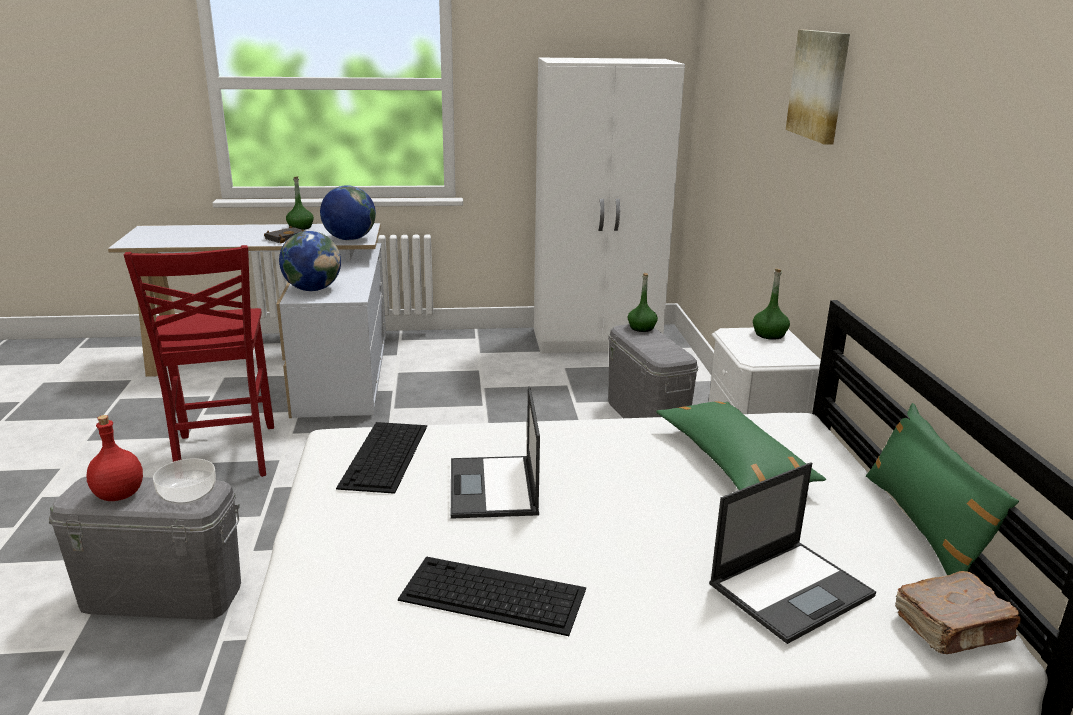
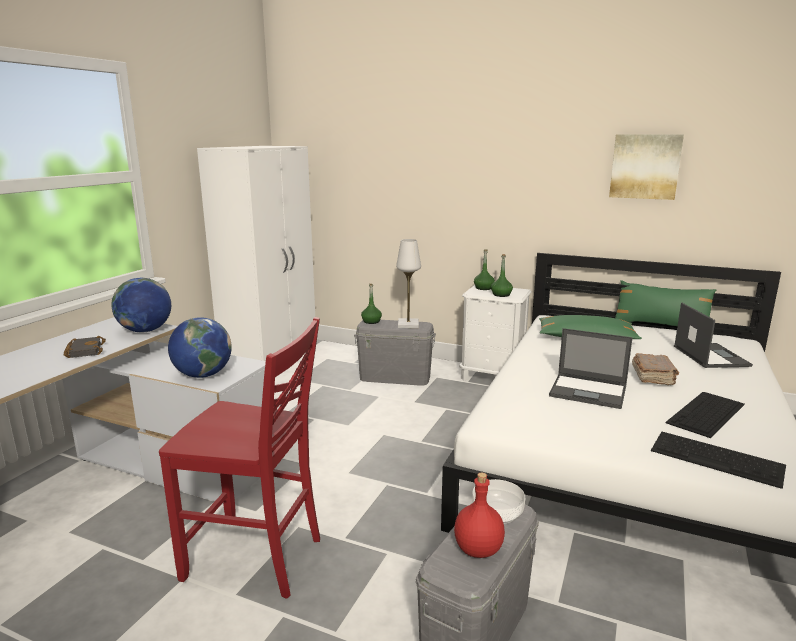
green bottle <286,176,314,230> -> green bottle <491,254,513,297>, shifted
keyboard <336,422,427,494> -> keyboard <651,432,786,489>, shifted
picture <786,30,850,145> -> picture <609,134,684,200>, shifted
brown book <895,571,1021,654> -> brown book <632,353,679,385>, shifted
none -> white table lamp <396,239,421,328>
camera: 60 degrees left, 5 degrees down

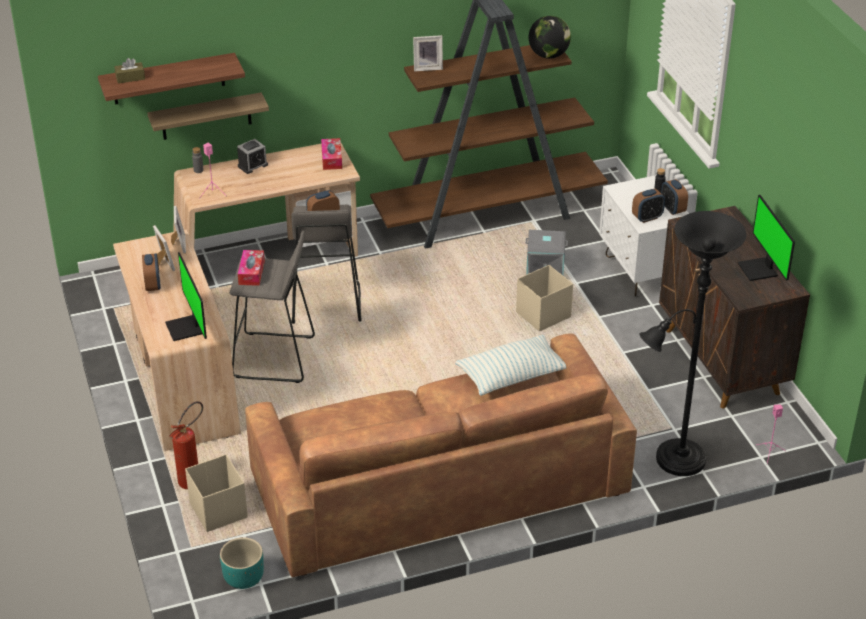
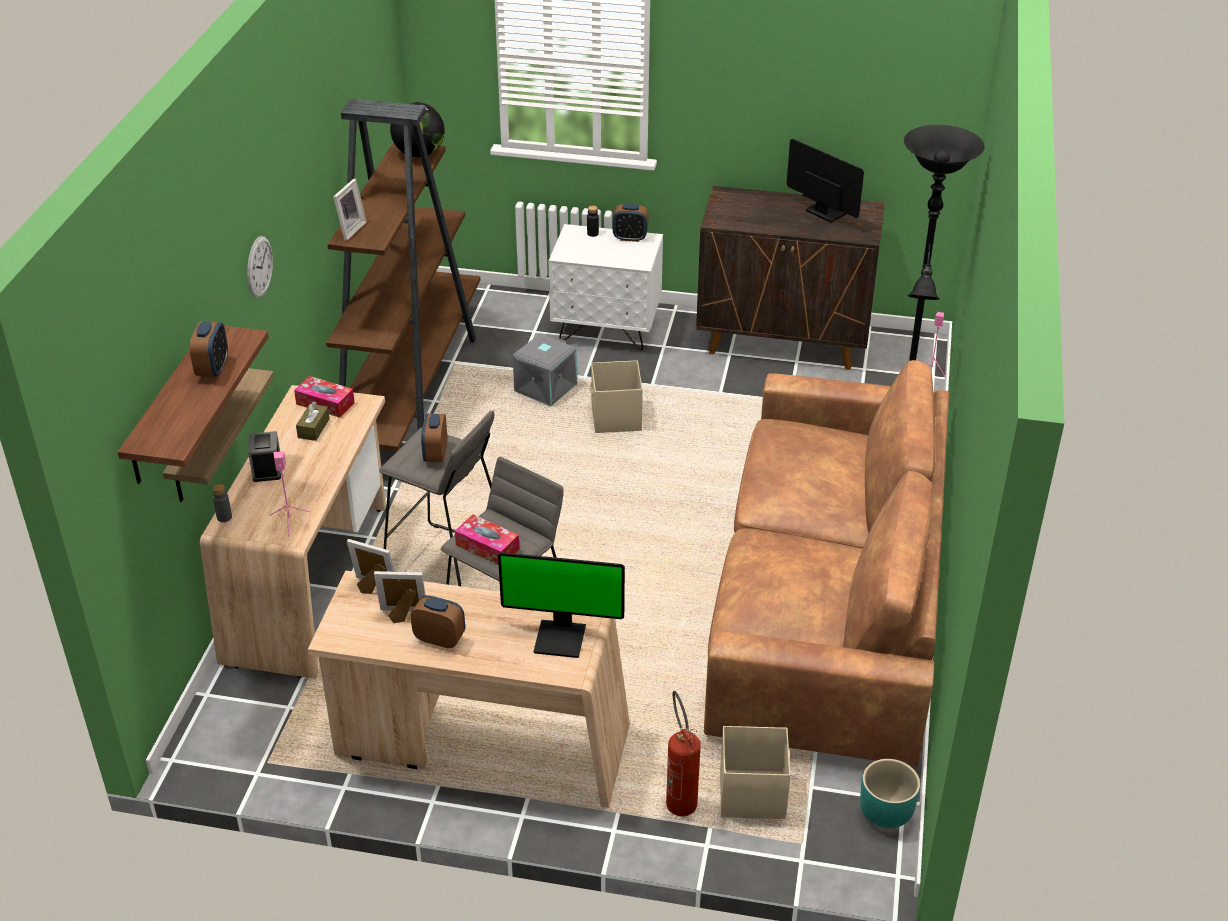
brown tissue box <114,58,145,84> -> brown tissue box <296,402,329,441>, shifted
pillow <455,335,566,396> -> none
alarm clock <632,189,665,223> -> alarm clock <190,321,228,377>, shifted
monitor <738,195,795,281> -> monitor <787,139,864,223>, 150 degrees counterclockwise
none -> wall clock <247,236,273,298>
camera: 60 degrees left, 0 degrees up

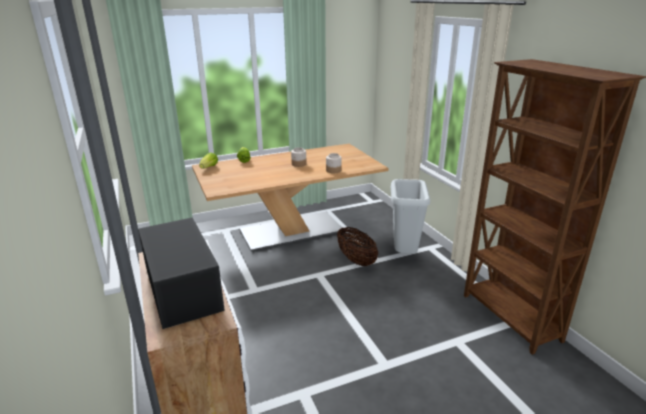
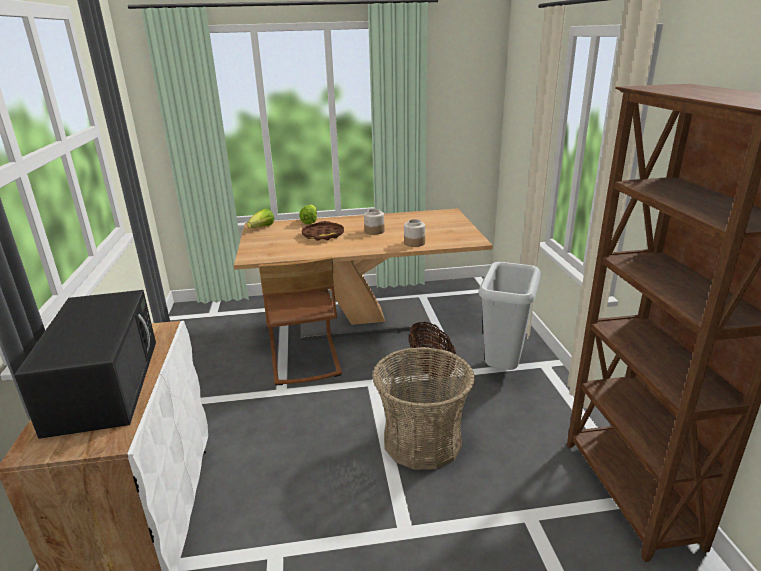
none -> brown chair <259,257,342,385>
none -> brown tray <302,221,344,241>
none -> basket <372,347,475,470>
camera: 15 degrees right, 0 degrees up

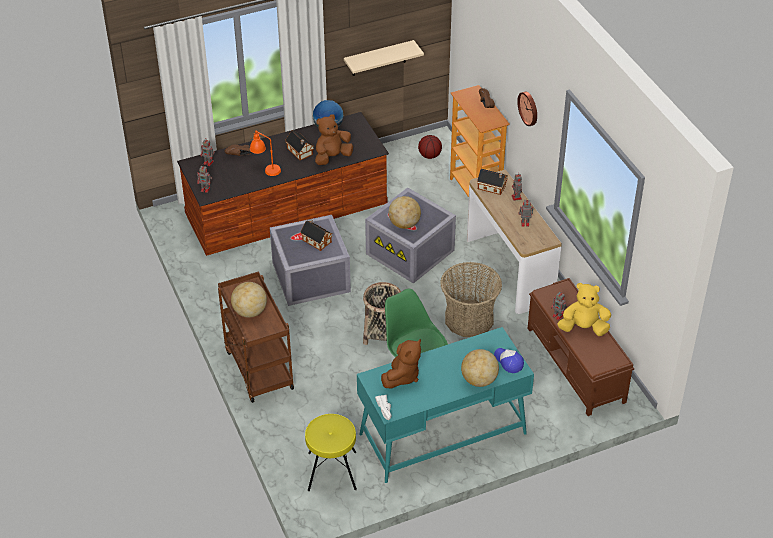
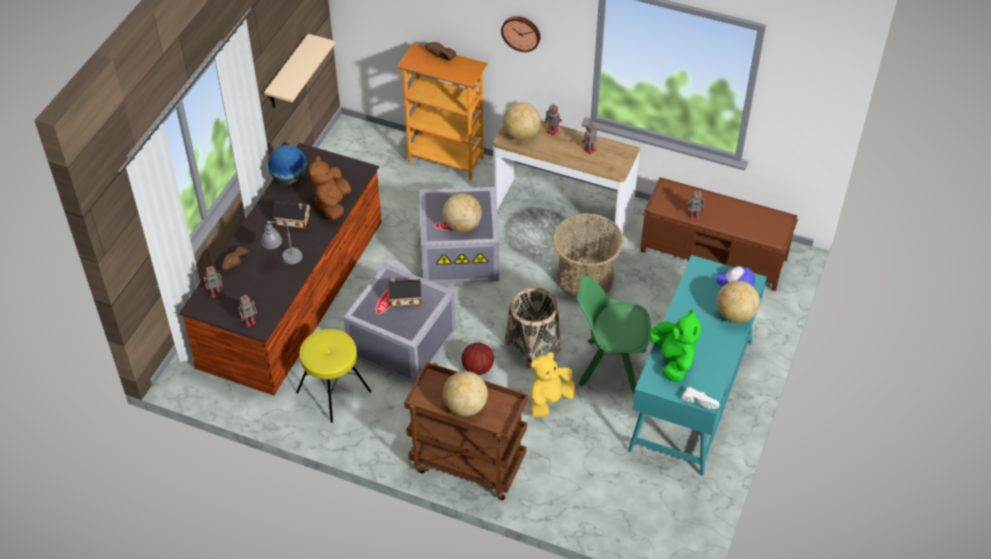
orange table lamp <250,131,281,176> -> grey table lamp <261,221,303,264>
yellow stool <305,414,357,491> -> yellow stool <296,329,371,423>, shifted
brown plush toy <381,339,421,389> -> green plush toy <649,309,701,382>
basketball <418,135,442,159> -> basketball <461,342,494,375>, shifted
toy house <477,169,508,195> -> globe <502,102,541,141>
yellow plush toy <557,283,611,336> -> yellow plush toy <530,352,576,418>, shifted
camera: 45 degrees left, 5 degrees up

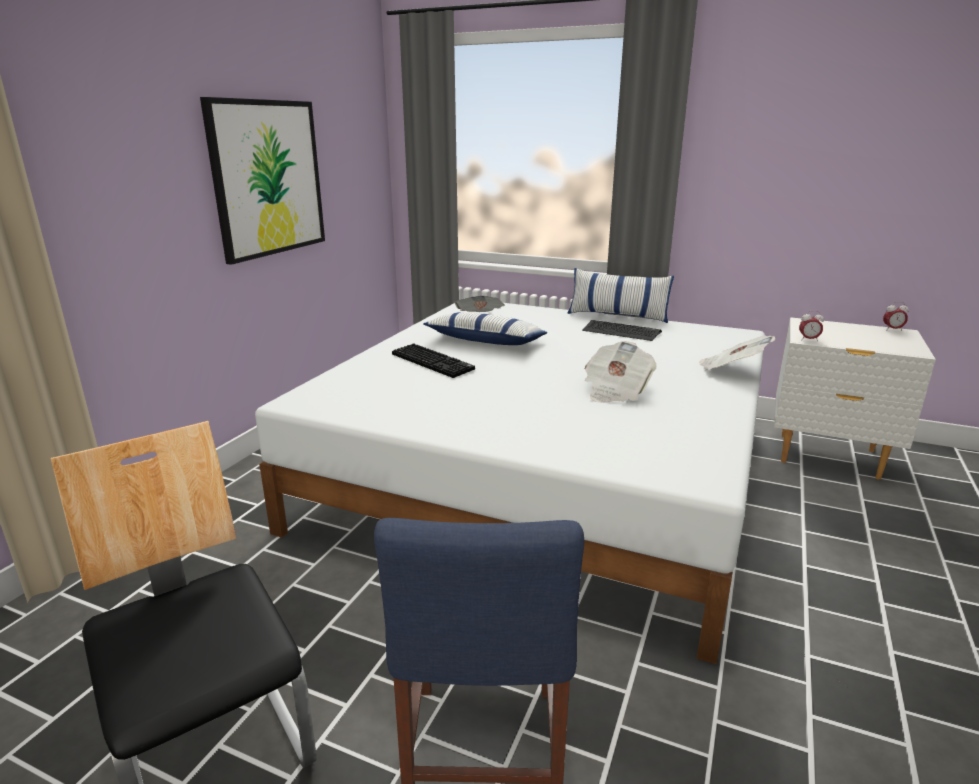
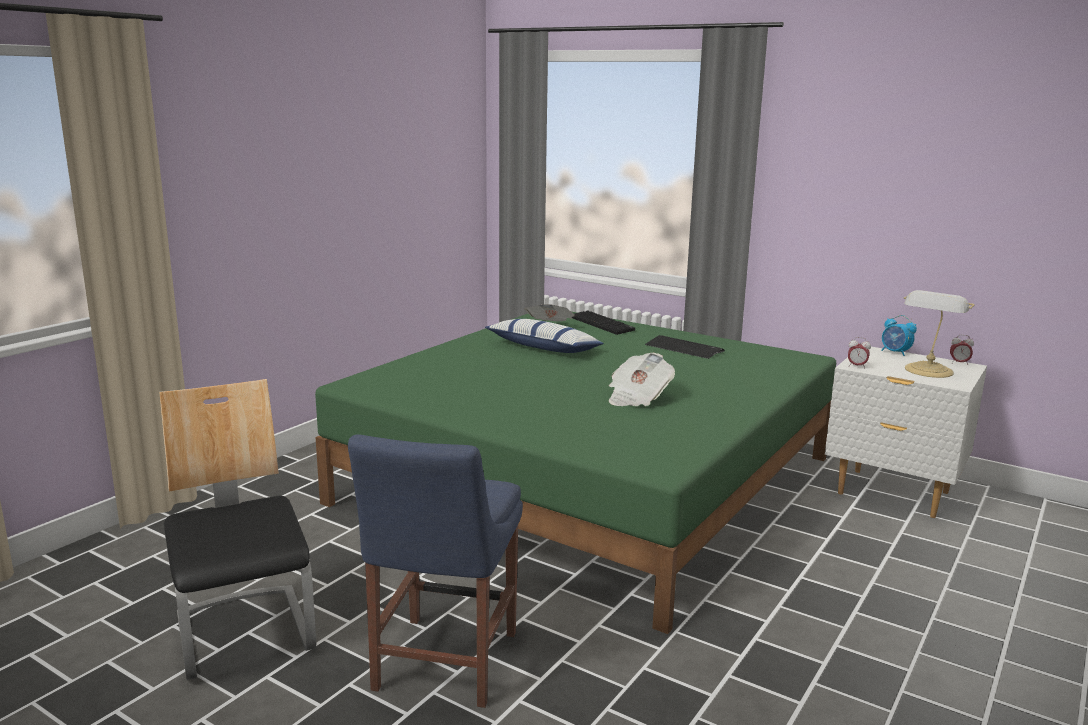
picture <200,97,325,265> -> none
white bed <255,303,765,664> -> green bed <315,312,836,634>
keyboard <392,343,475,378> -> keyboard <572,311,635,335>, shifted
pillow <567,268,674,323> -> none
newspaper <699,335,775,370> -> none
none -> alarm clock <881,315,917,356>
none -> table lamp <904,290,975,378>
camera: 10 degrees right, 5 degrees down

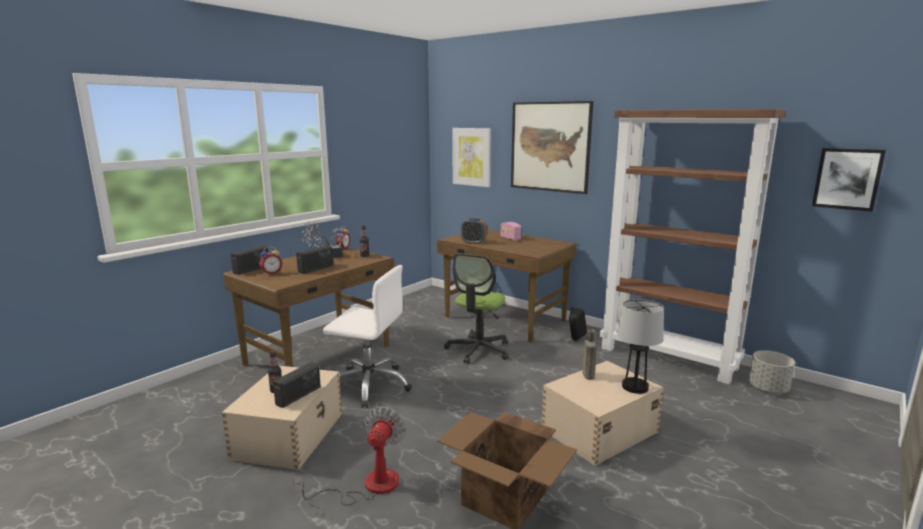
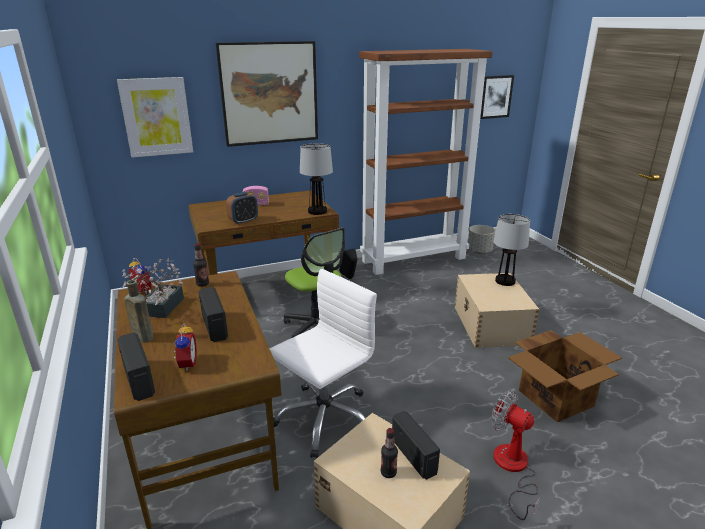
brown bottle <582,329,597,380> -> brown bottle <124,280,154,343>, shifted
none -> table lamp <300,143,333,215>
camera: 60 degrees left, 10 degrees up

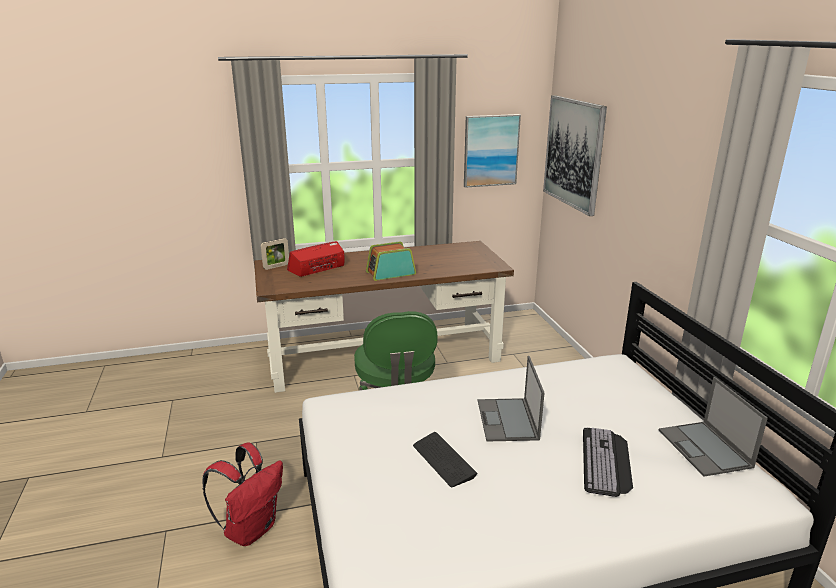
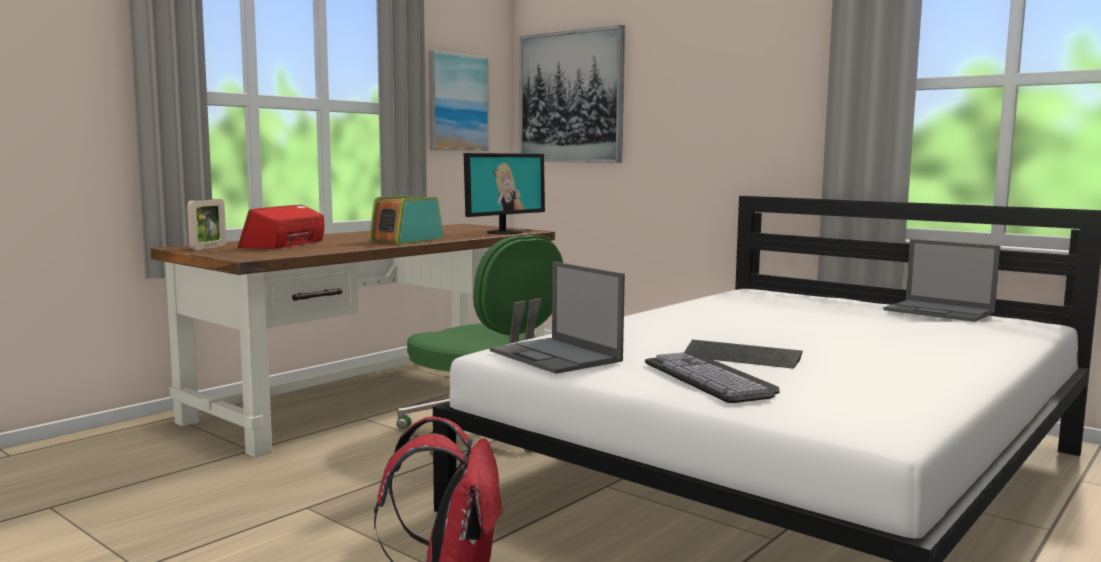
laptop <478,356,545,442> -> laptop <490,262,625,374>, shifted
keyboard <583,428,633,497> -> keyboard <645,352,780,403>, shifted
none -> monitor <464,153,545,234>
camera: 35 degrees left, 15 degrees down

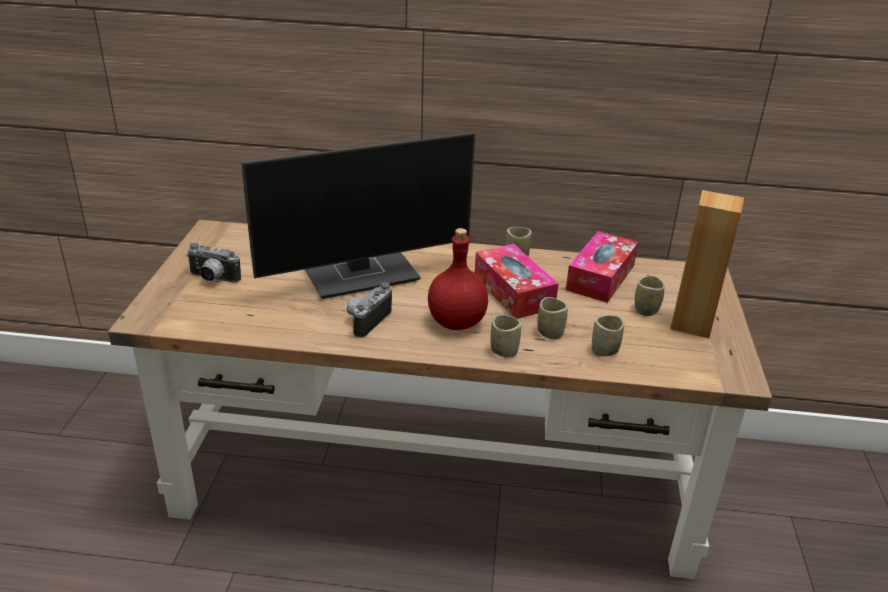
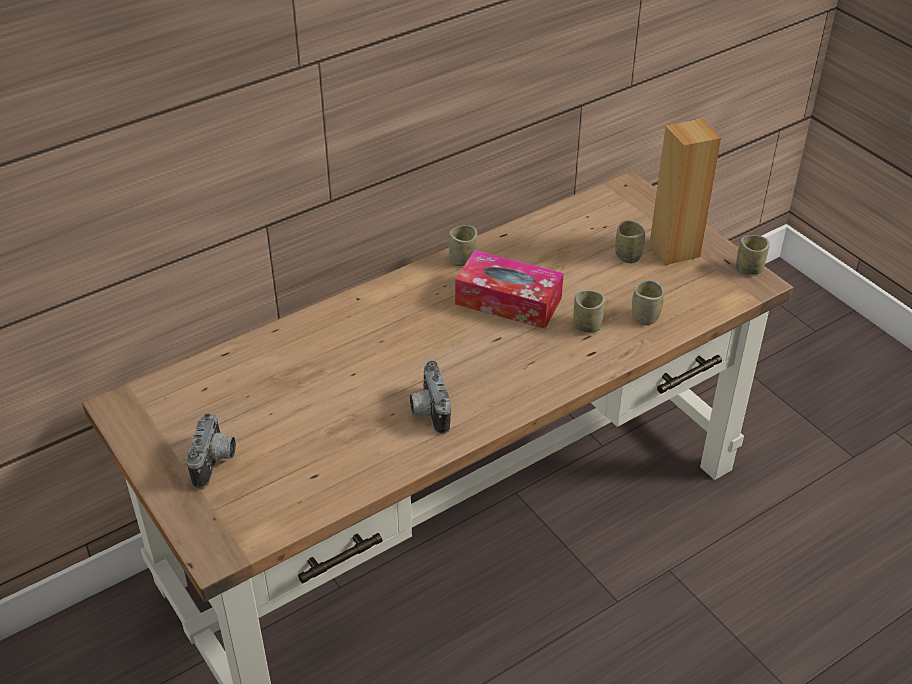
photo camera <186,243,241,283> -> photo camera <186,413,236,489>, 60 degrees counterclockwise
monitor <242,132,475,299> -> none
red bottle <428,228,488,330> -> none
cup <491,315,521,358> -> cup <736,235,770,275>, shifted
tissue box <566,231,638,303> -> none
camera: 40 degrees left, 10 degrees up

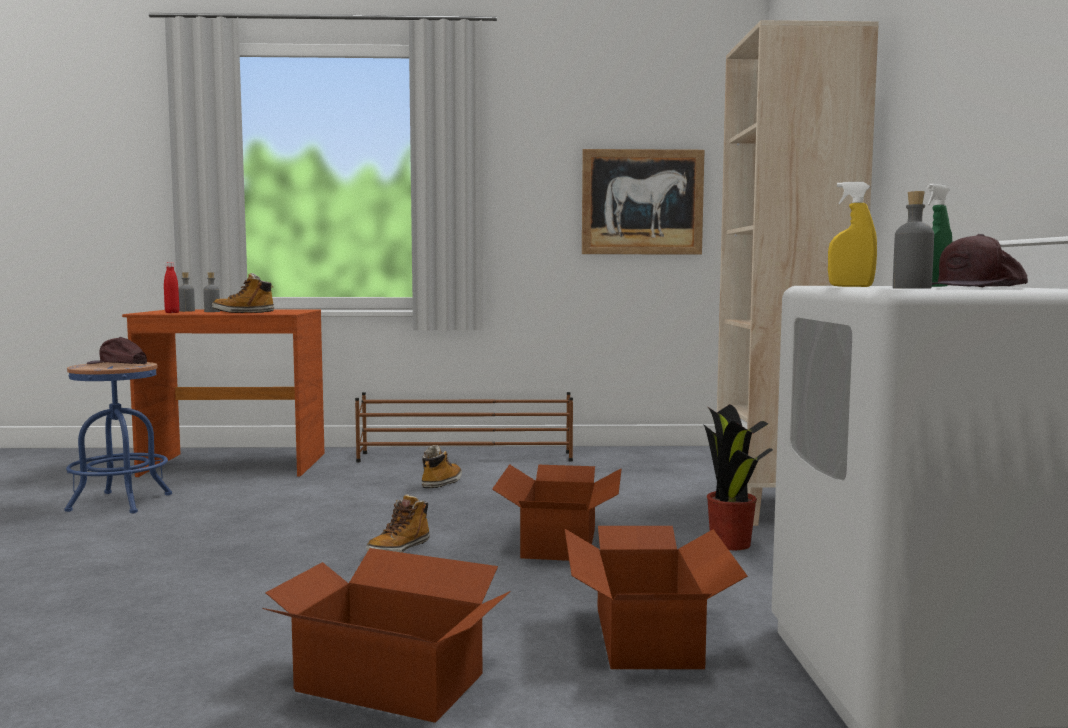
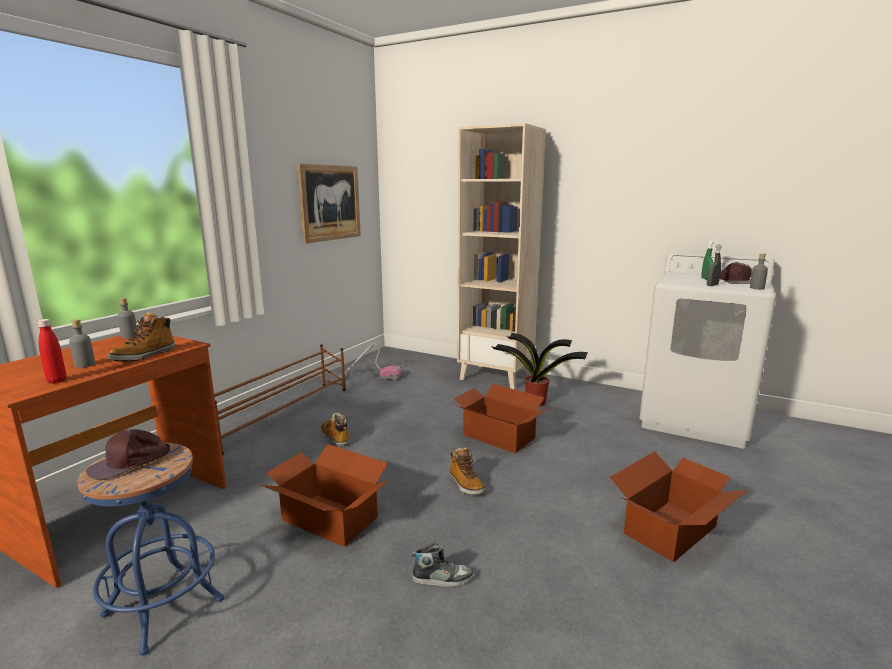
grey bottle <179,272,195,312> -> grey bottle <117,298,137,339>, shifted
cardboard box <565,526,748,669> -> cardboard box <260,444,388,547>, shifted
yellow spray bottle <828,182,877,287> -> grey spray bottle <707,244,722,286>
none -> vacuum cleaner <339,343,402,380>
none -> shoe <412,542,473,587>
camera: 60 degrees left, 10 degrees up

